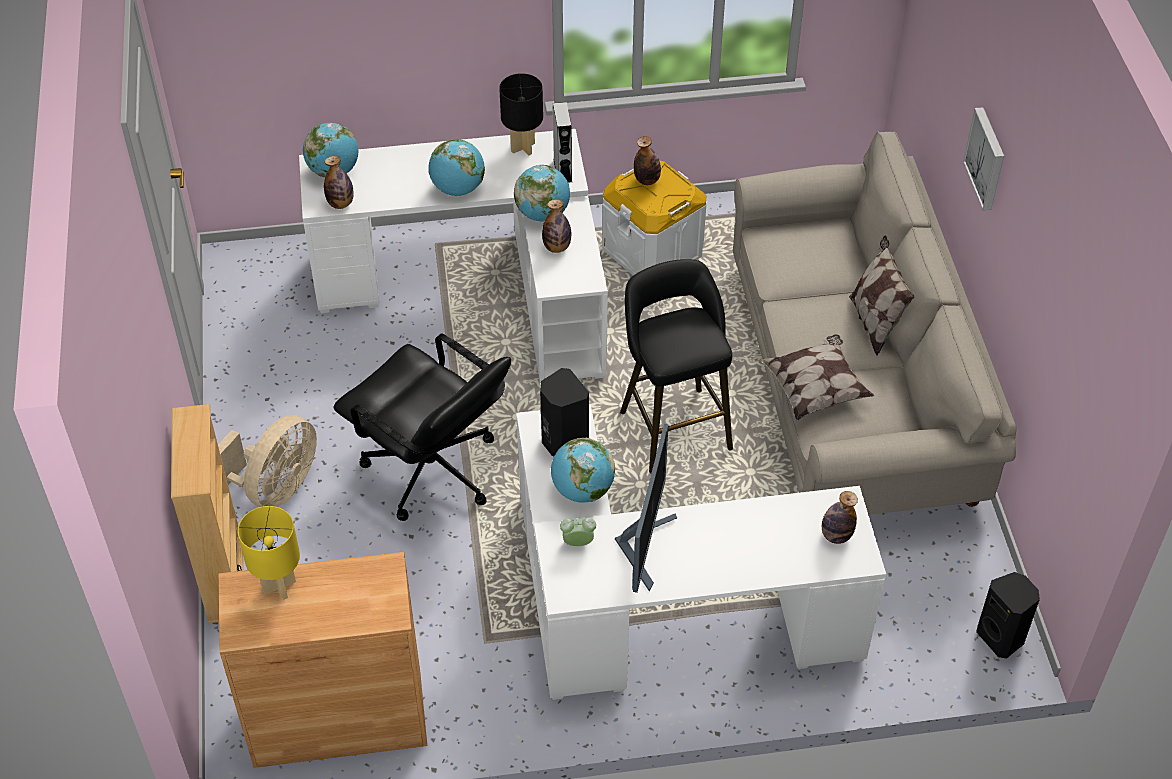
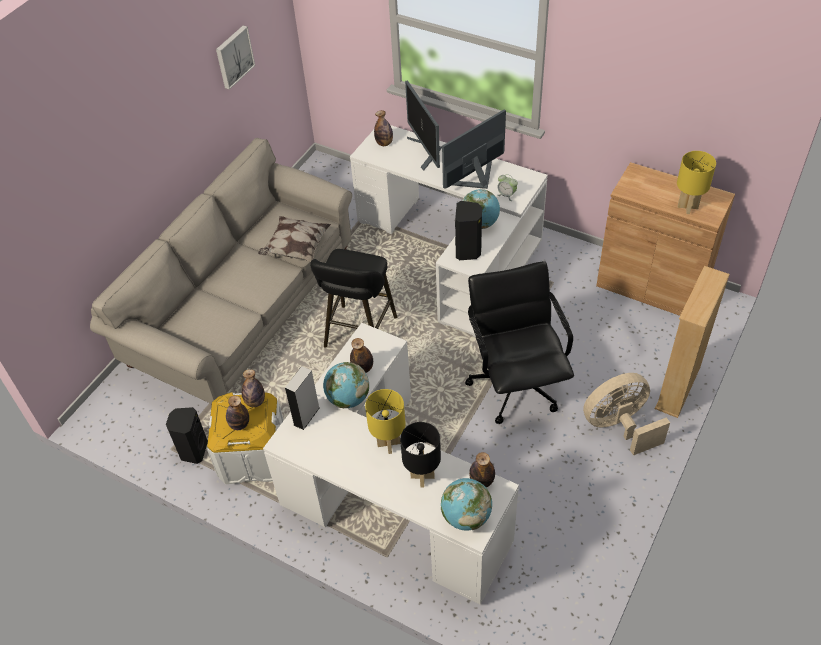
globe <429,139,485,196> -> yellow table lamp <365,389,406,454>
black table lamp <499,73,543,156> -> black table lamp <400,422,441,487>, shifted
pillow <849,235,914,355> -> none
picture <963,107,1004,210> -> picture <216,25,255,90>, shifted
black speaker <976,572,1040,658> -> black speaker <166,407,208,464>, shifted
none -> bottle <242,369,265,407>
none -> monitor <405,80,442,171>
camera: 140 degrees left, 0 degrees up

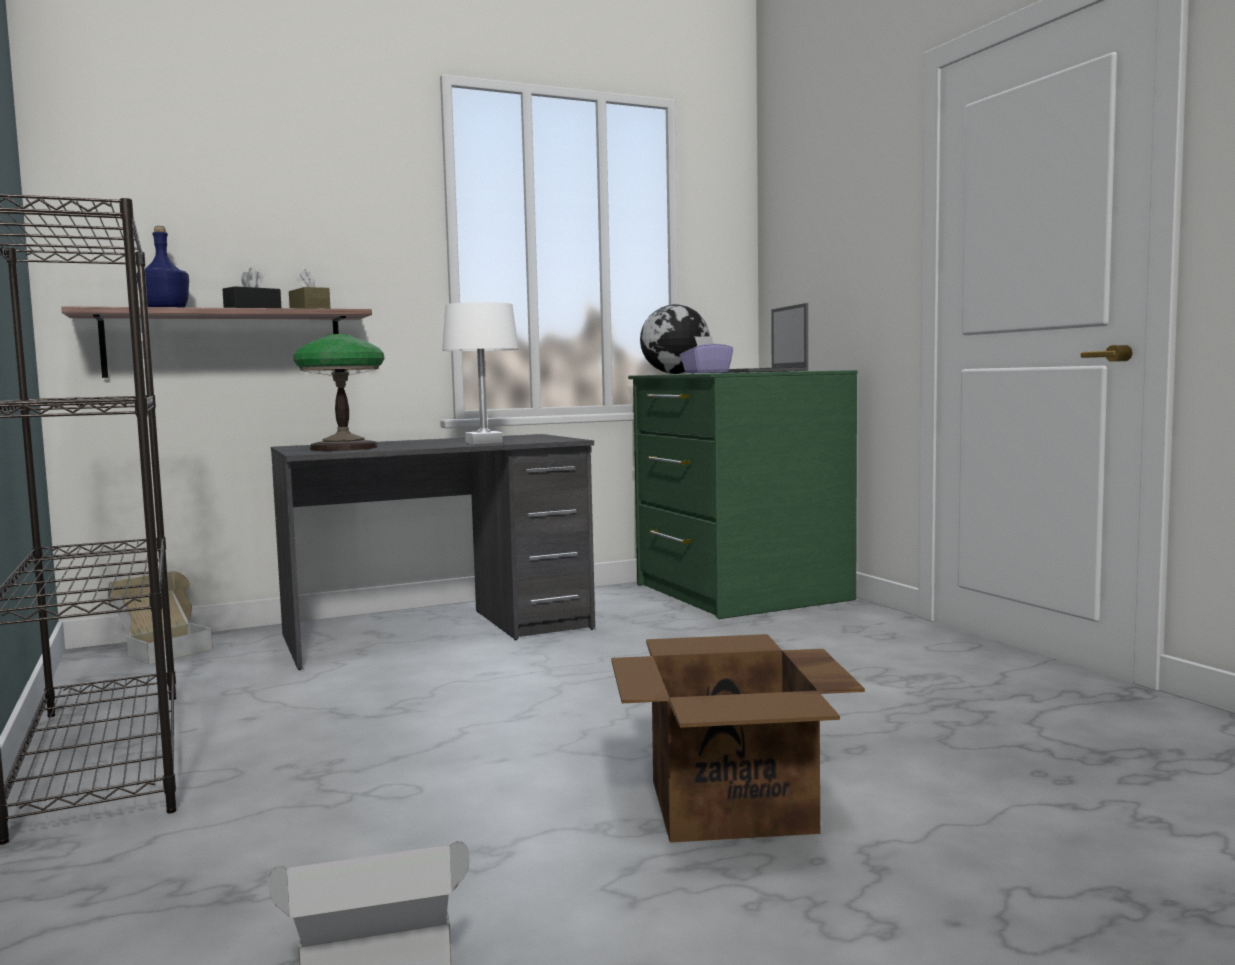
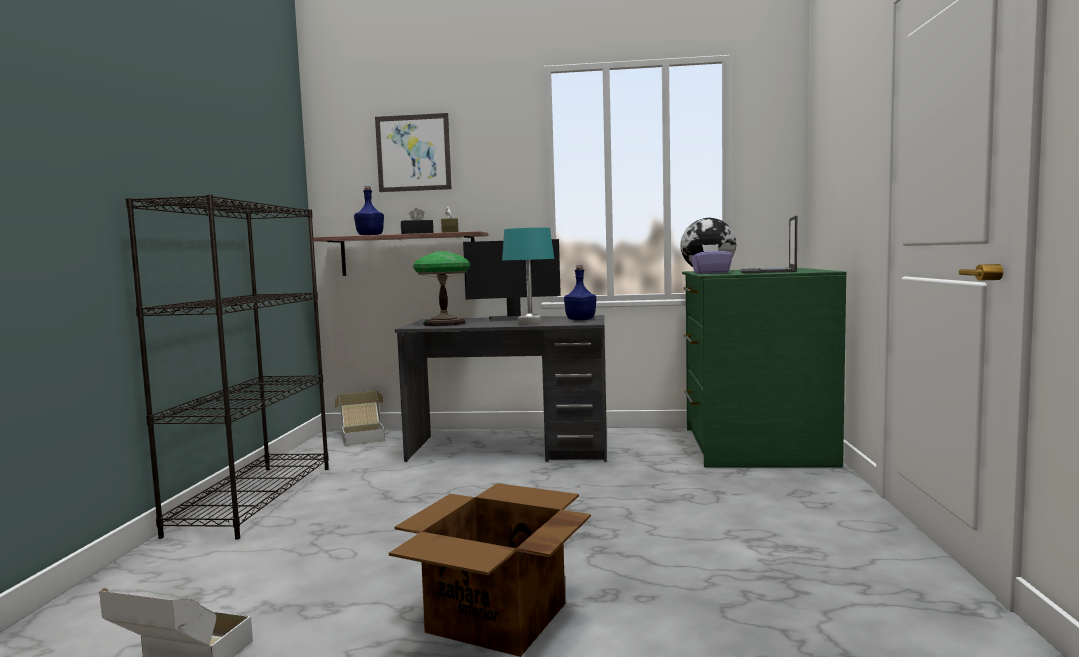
white table lamp <442,302,519,445> -> turquoise table lamp <502,227,554,325>
none -> picture <375,113,452,192>
none -> monitor <463,239,561,321>
none -> blue bottle <564,265,597,320>
camera: 30 degrees right, 0 degrees up

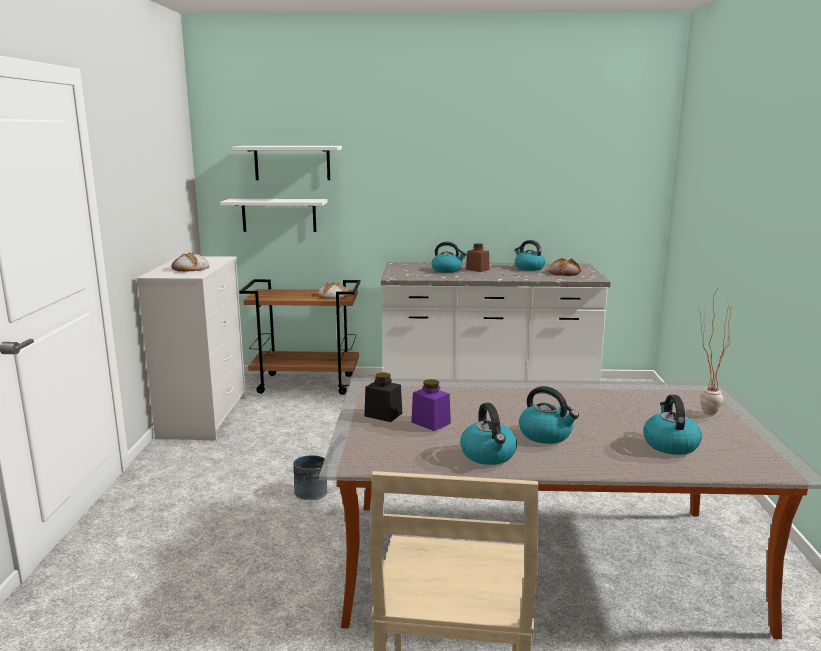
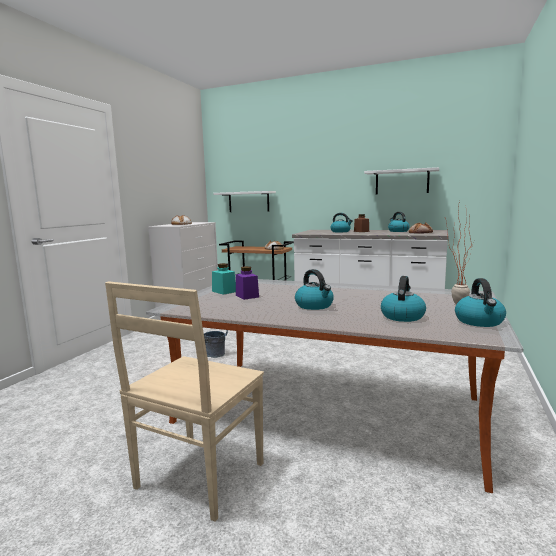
white shelf <233,146,342,180> -> white shelf <364,167,439,195>, shifted
black jar <364,372,402,422> -> turquoise jar <212,263,236,295>
kettle <460,403,517,465> -> kettle <455,278,506,327>, shifted
camera: 20 degrees right, 5 degrees down

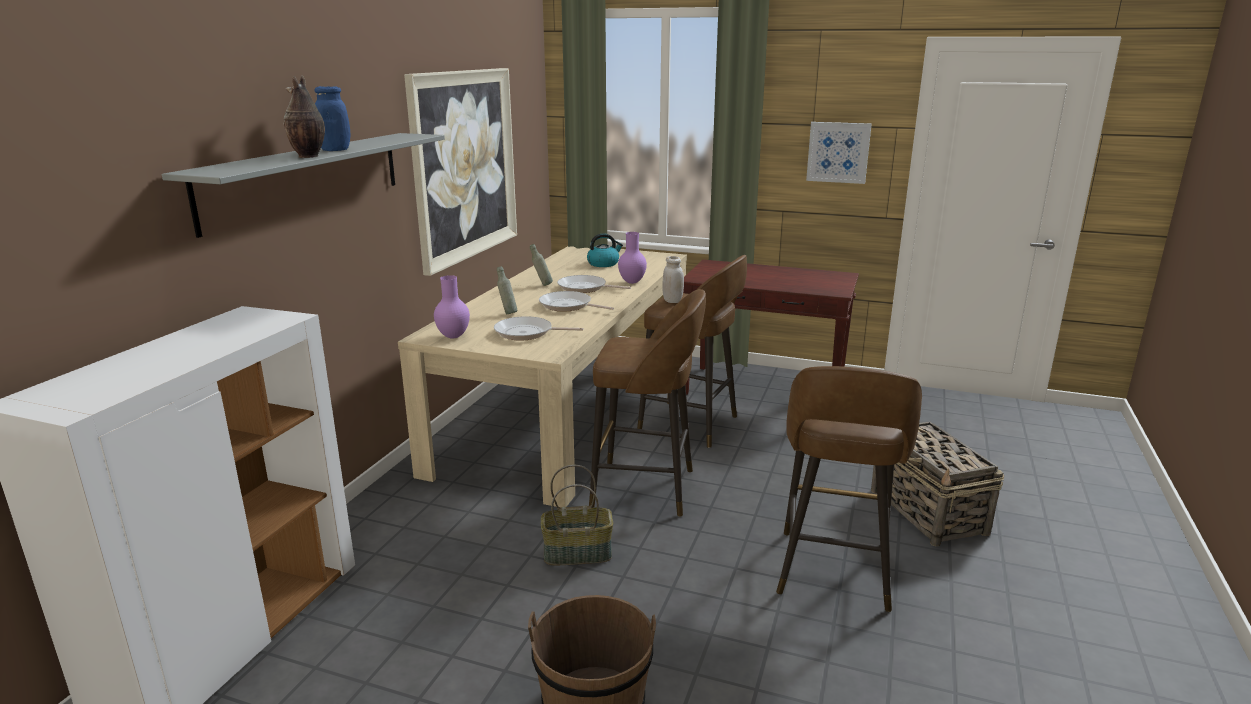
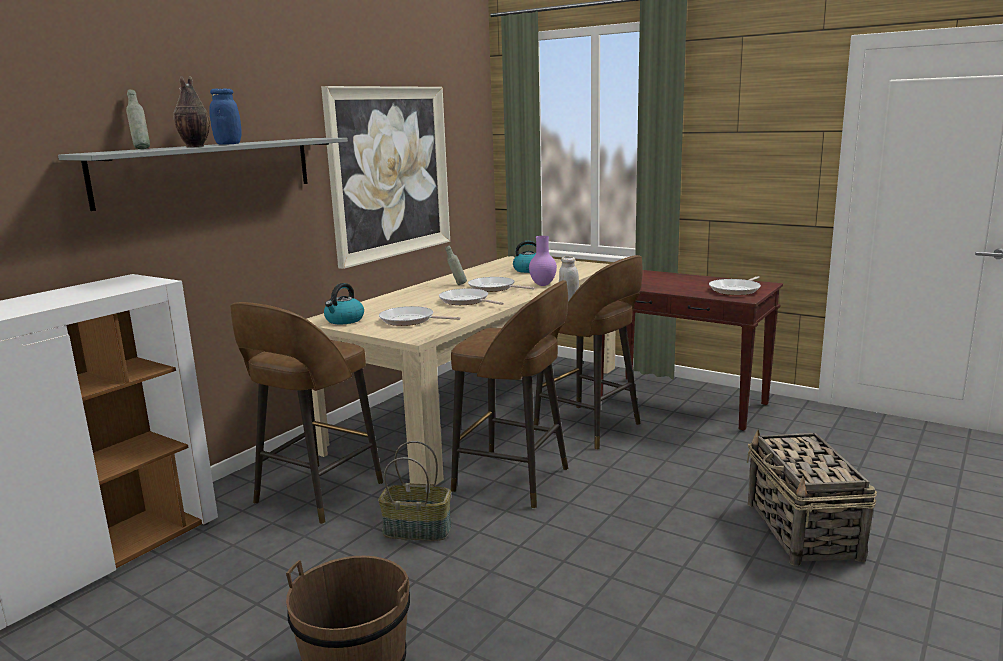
purple vase <434,275,470,339> -> kettle <324,283,364,324>
grey bottle <497,266,517,314> -> grey bottle <126,89,150,149>, shifted
brown stool <776,366,922,612> -> brown stool <230,302,383,524>, shifted
picture <806,122,872,184> -> none
none -> frying pan <709,276,761,295>
camera: 15 degrees right, 5 degrees down

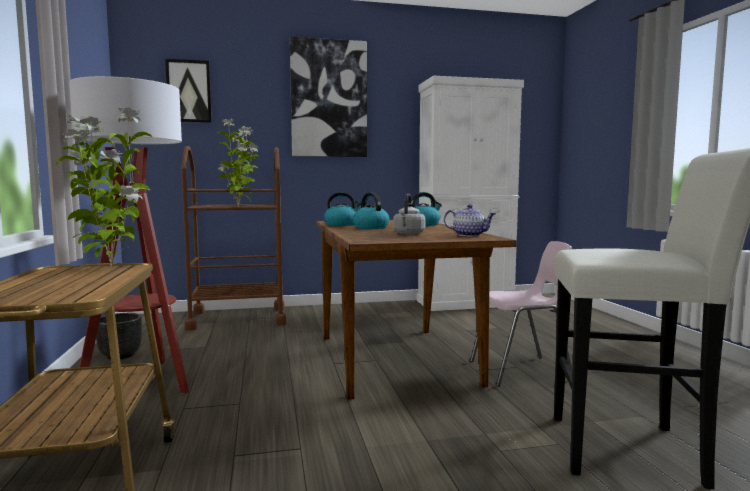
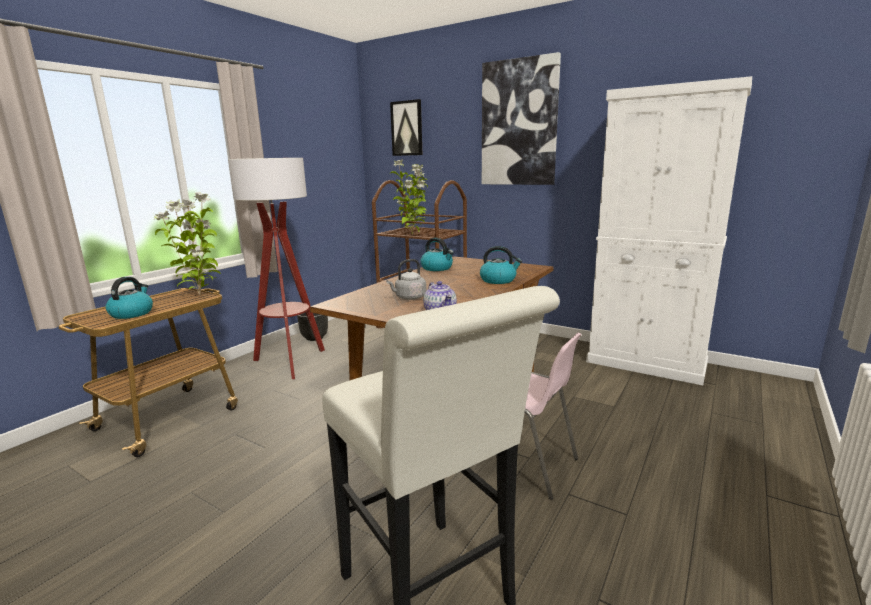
kettle <353,193,389,229> -> kettle <106,277,153,319>, shifted
camera: 45 degrees right, 10 degrees up

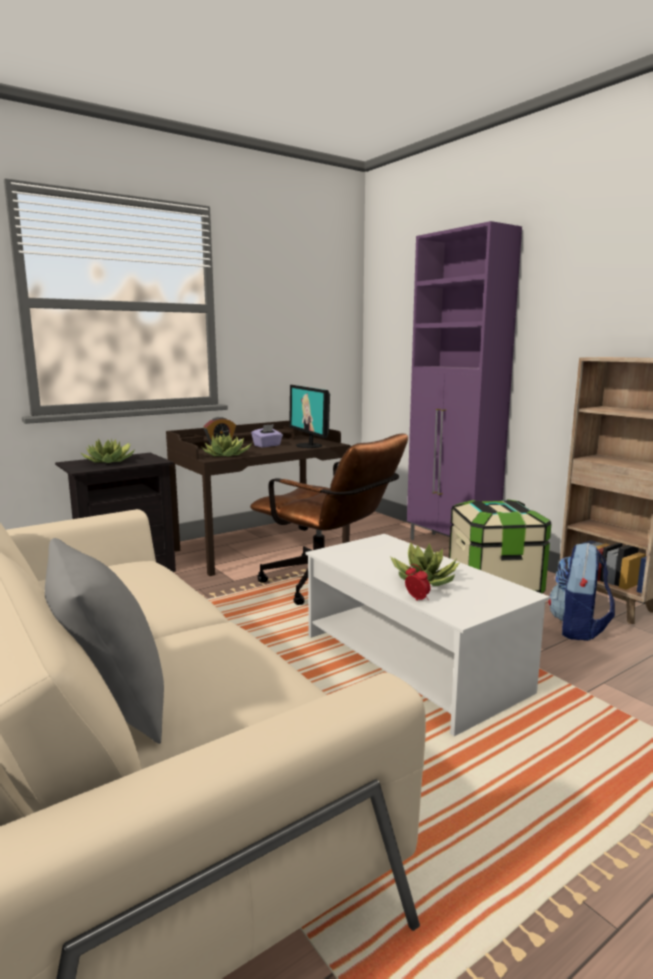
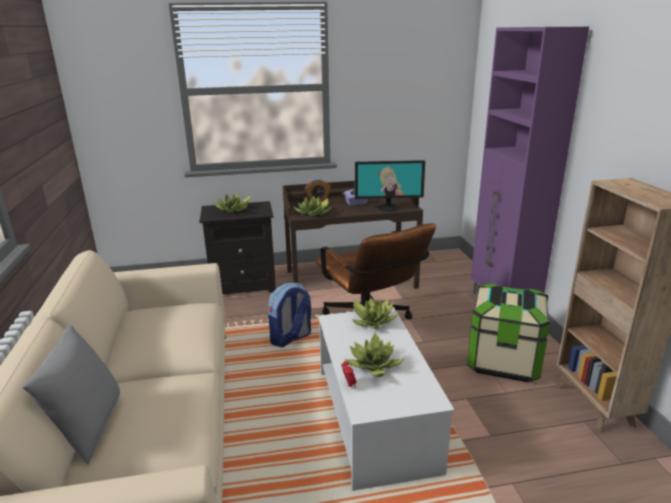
monitor <289,385,330,448> -> monitor <355,160,425,212>, 90 degrees counterclockwise
backpack <548,543,615,641> -> backpack <268,283,311,347>, shifted
none -> potted plant <351,297,398,329>
camera: 25 degrees right, 10 degrees up

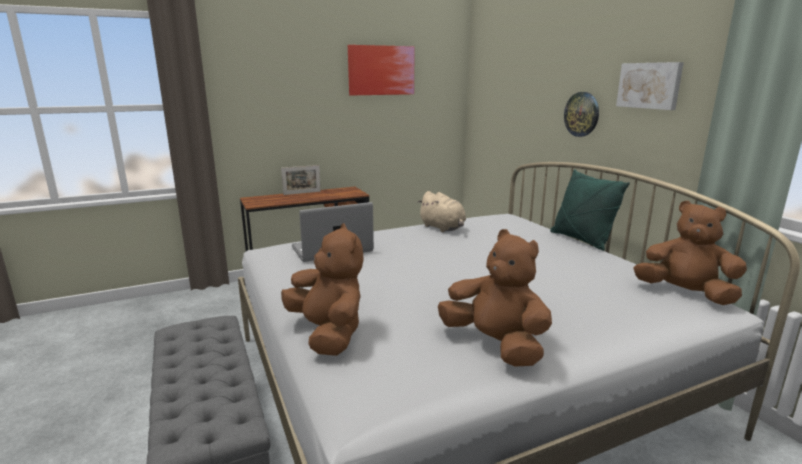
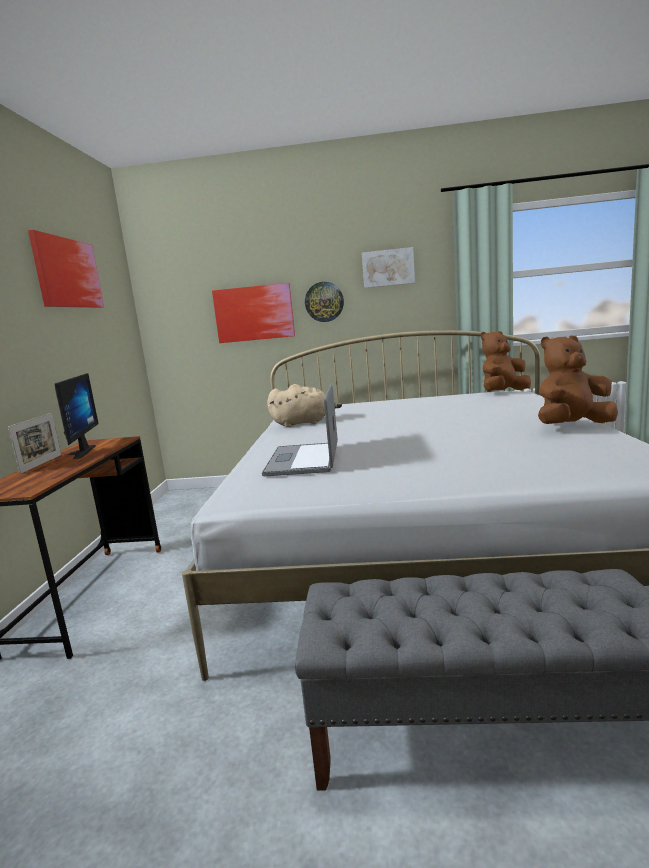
brown plush toy <281,223,364,356> -> none
green pillow <550,169,630,251> -> none
none -> monitor <55,373,99,459>
none -> picture <212,283,295,343>
camera: 60 degrees left, 5 degrees down

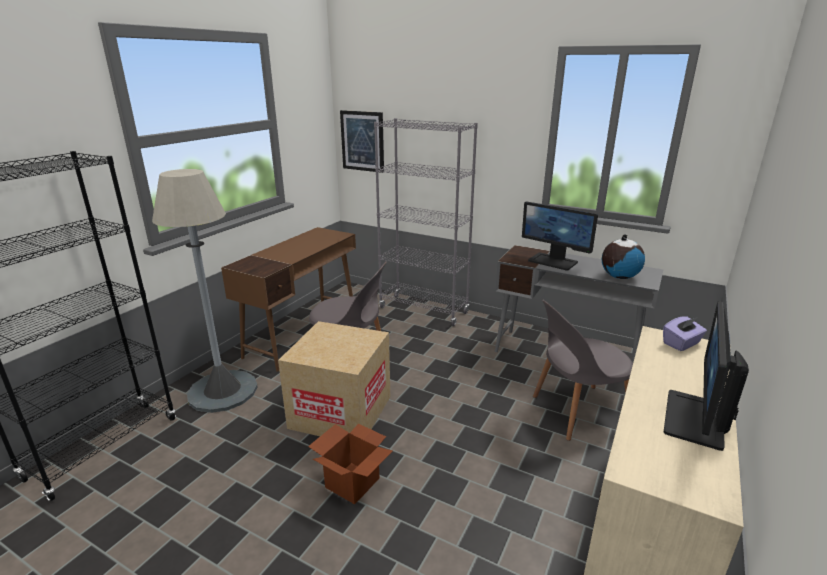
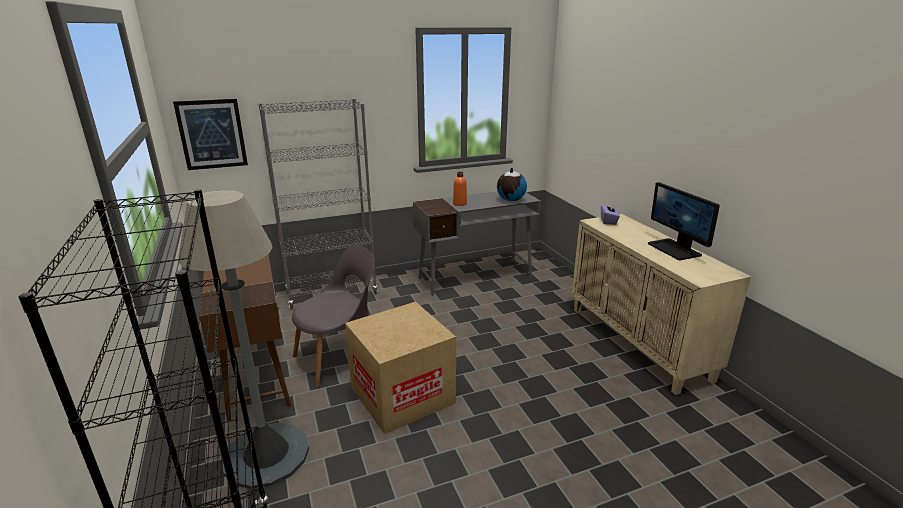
cardboard box <308,424,393,504> -> none
monitor <522,201,598,271> -> orange bottle <453,172,467,206>
grey chair <533,300,633,441> -> none
camera: 50 degrees left, 0 degrees up

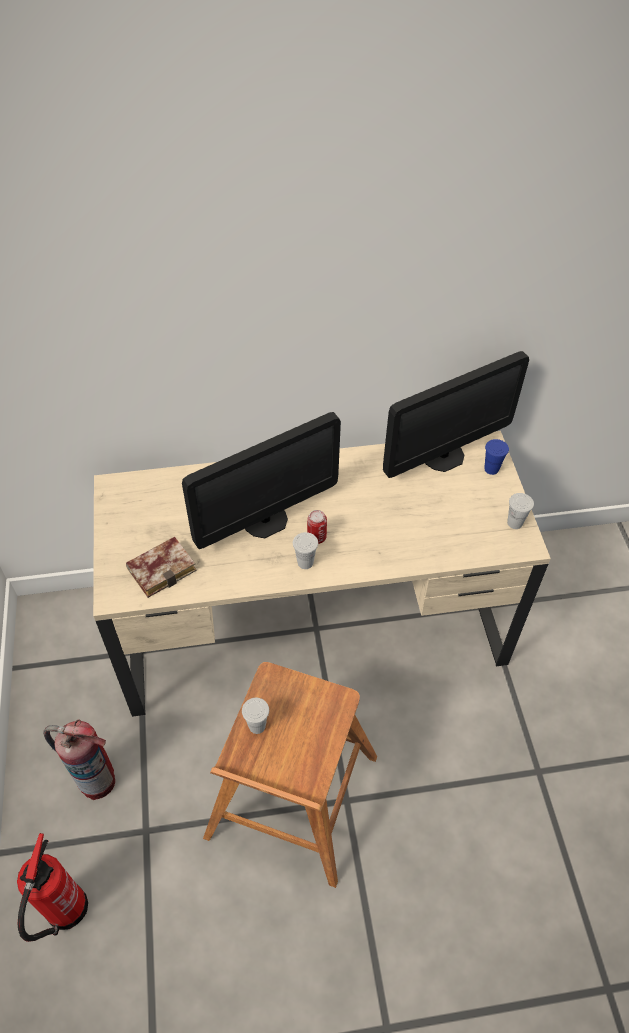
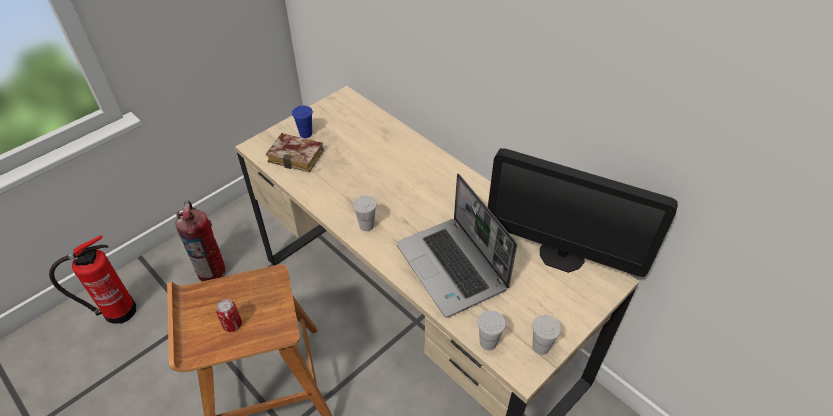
monitor <182,412,341,549> -> none
white cup <242,698,269,734> -> white cup <477,311,506,350>, shifted
can <307,510,327,544> -> can <216,299,242,332>, shifted
blue cup <484,439,509,475> -> blue cup <292,106,313,138>, shifted
none -> laptop <396,173,517,317>
camera: 55 degrees right, 5 degrees down

